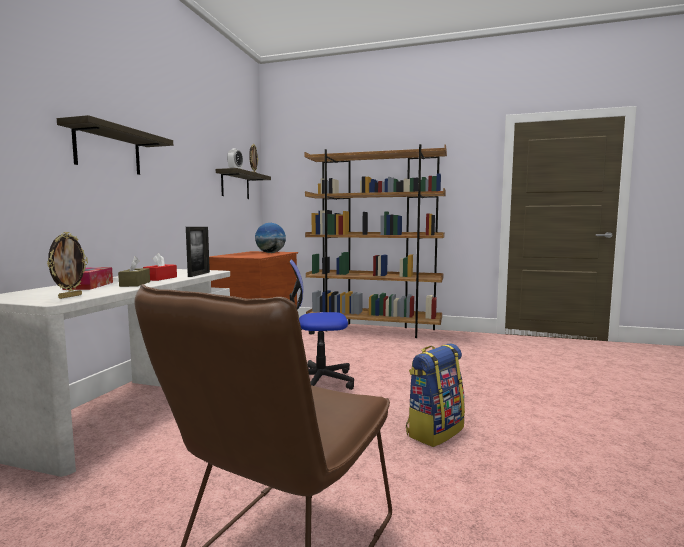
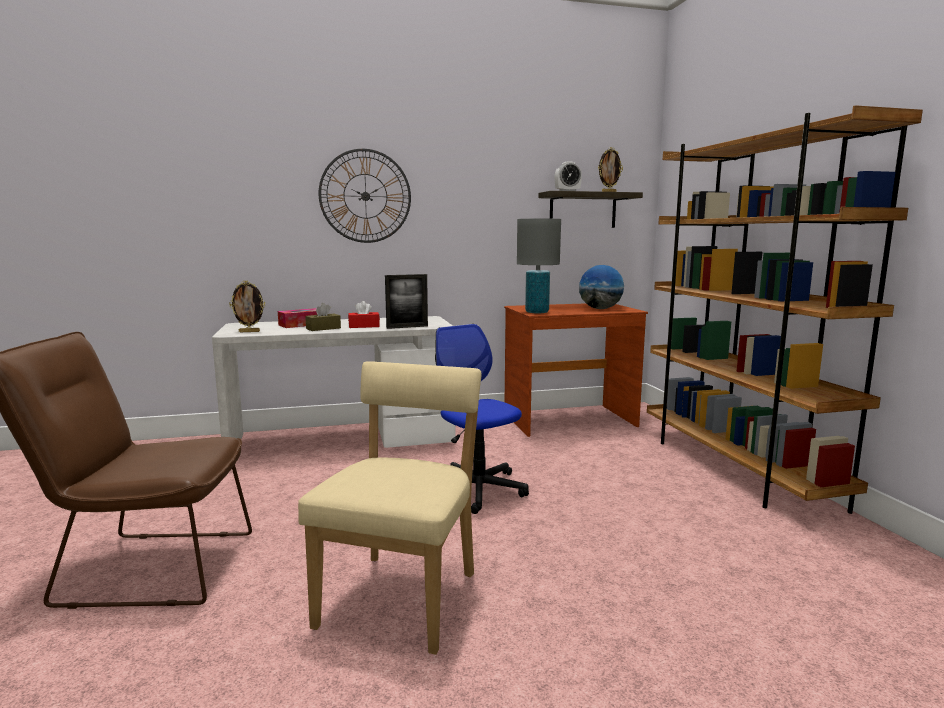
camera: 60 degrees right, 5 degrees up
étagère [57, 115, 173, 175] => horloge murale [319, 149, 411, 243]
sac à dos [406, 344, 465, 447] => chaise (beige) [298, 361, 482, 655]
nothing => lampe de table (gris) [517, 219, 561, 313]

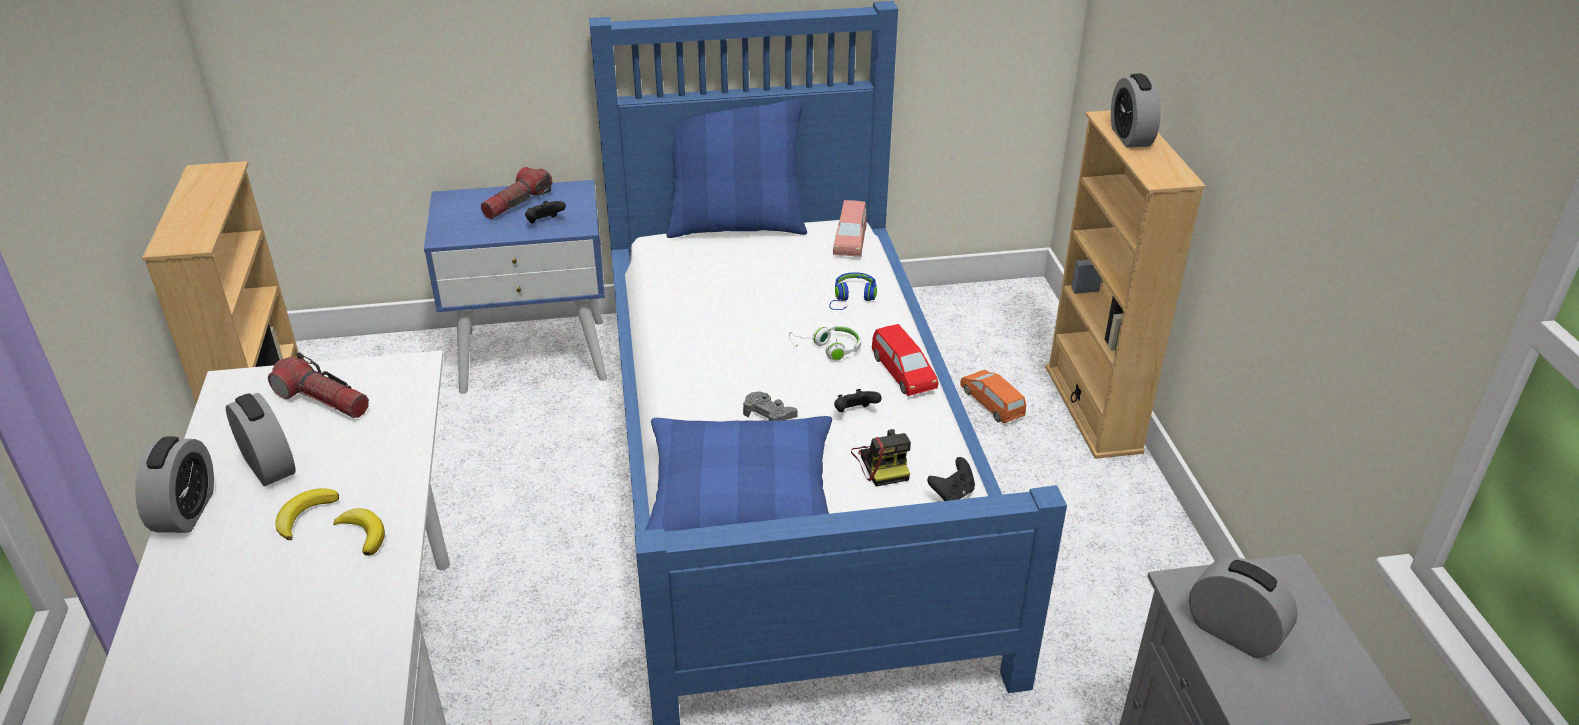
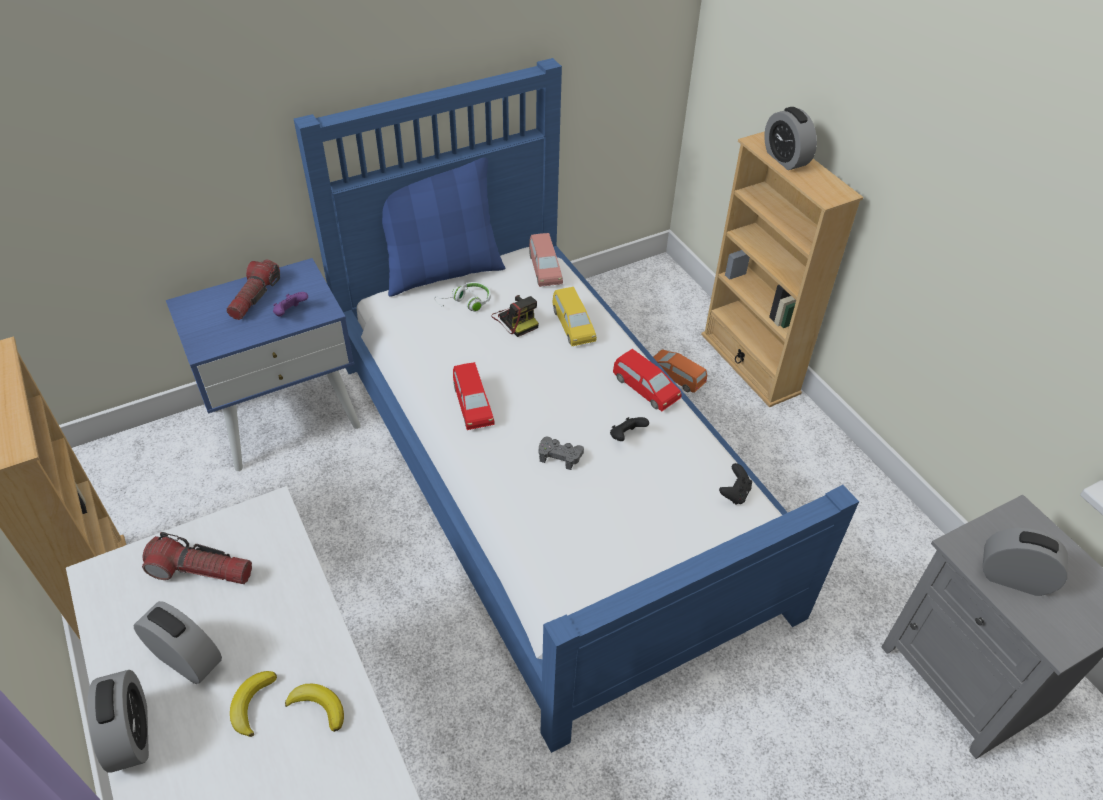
camera: 20 degrees left, 10 degrees up
manette (noir) [525, 201, 566, 223] => manette (violet) [273, 292, 308, 317]
coussin (bleu) [645, 416, 832, 532] => nothing
casque audio (blanc) [789, 325, 861, 361] => casque audio (blanc) [434, 282, 491, 312], relocated
casque audio (bleu) [829, 272, 877, 310] => petite voiture (jaune) [553, 287, 597, 346]
appareil photo [851, 429, 911, 486] => appareil photo [491, 295, 539, 337], relocated
nothing => petite voiture (rouge) [453, 362, 495, 430]

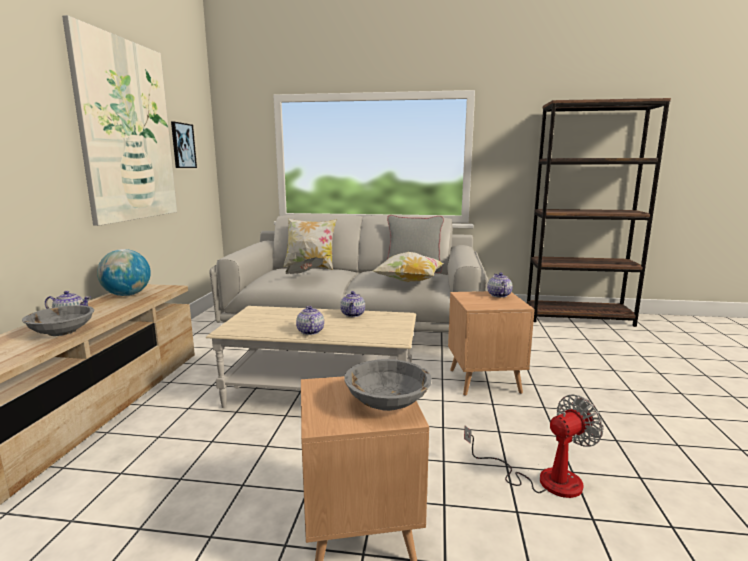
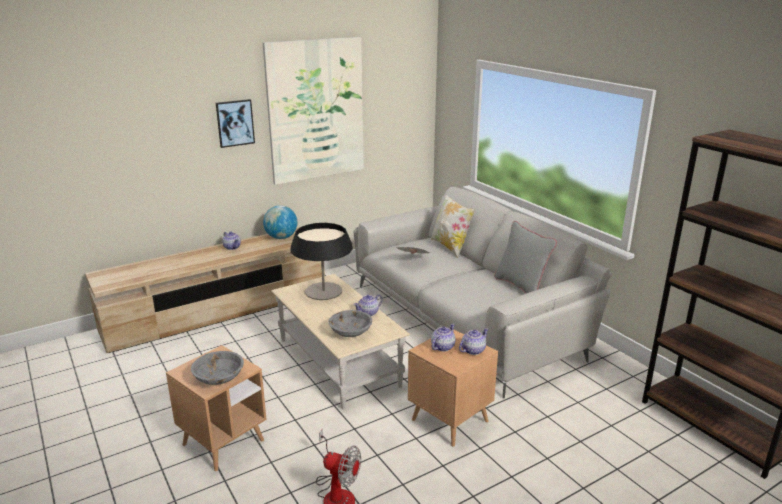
camera: 50 degrees right, 10 degrees up
bol (gris) [22, 305, 94, 336] => bol (gris) [329, 310, 372, 337], relocated
tableau [171, 122, 197, 168] => tableau [216, 99, 255, 148], relocated
théière [296, 306, 324, 335] => théière [431, 324, 456, 351], relocated
coussin [373, 252, 444, 282] => nothing
nothing => lampe de table [290, 223, 353, 300]

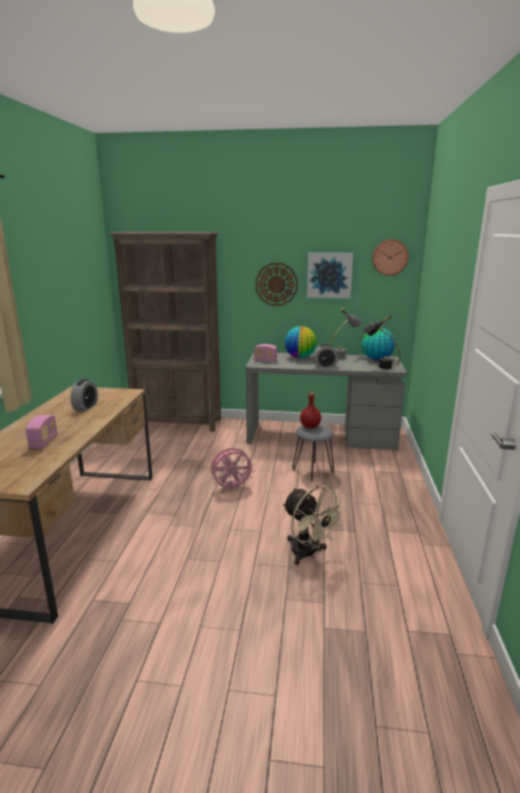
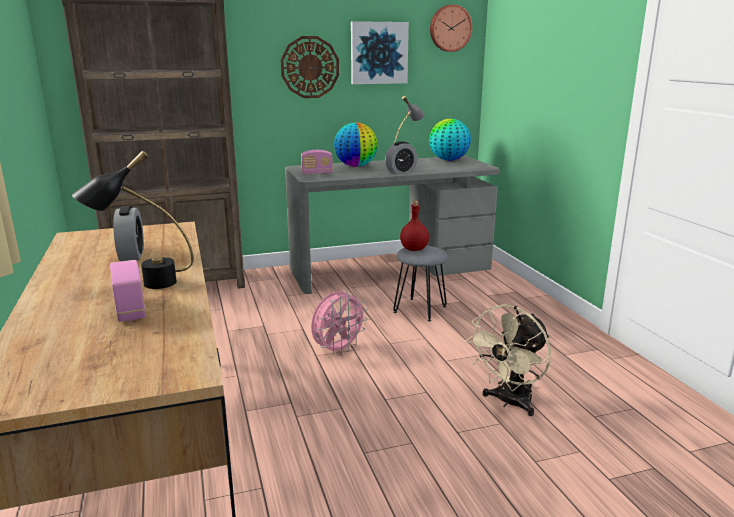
camera: 25 degrees left, 0 degrees up
ventilateur (beige) [283, 485, 346, 565] => ventilateur (beige) [465, 304, 551, 416], 105 degrees clockwise
lampe de table (noir) [362, 315, 400, 369] => lampe de table (noir) [72, 151, 194, 289], relocated

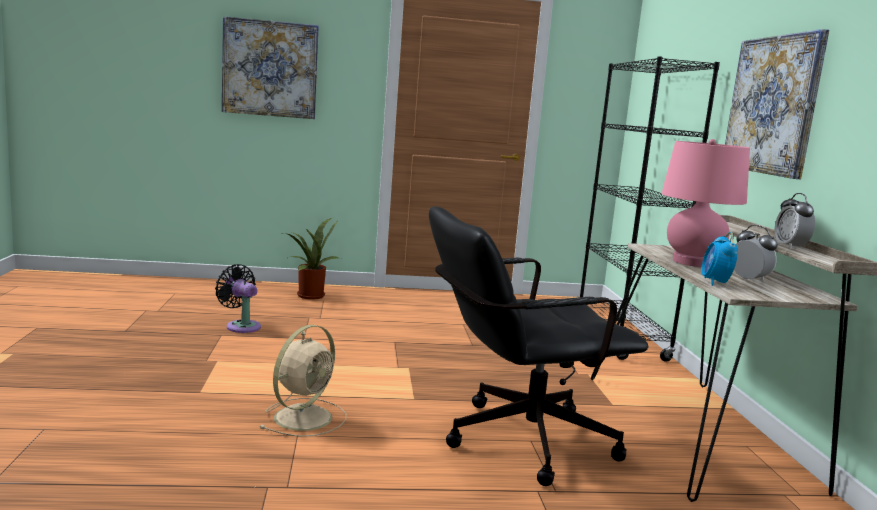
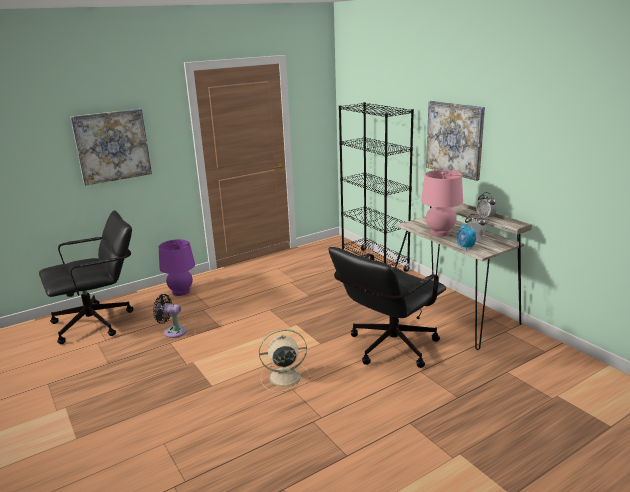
camera: 25 degrees left, 10 degrees up
ventilateur (beige) [259, 325, 346, 437] => ventilateur (beige) [259, 329, 311, 392], 105 degrees counterclockwise
plante en pot [283, 218, 339, 300] => lampe de table (violet) [159, 239, 195, 296]
nothing => chaise de bureau (noir) [39, 210, 133, 344]

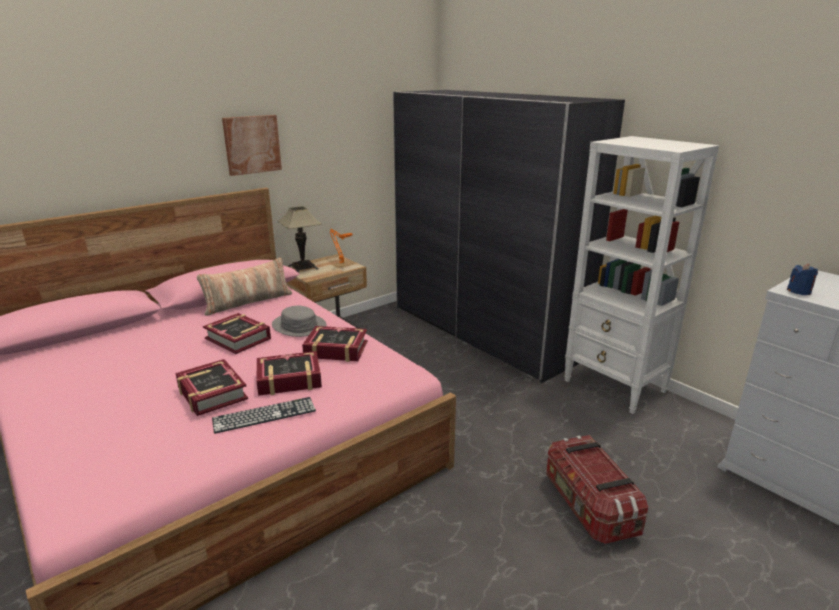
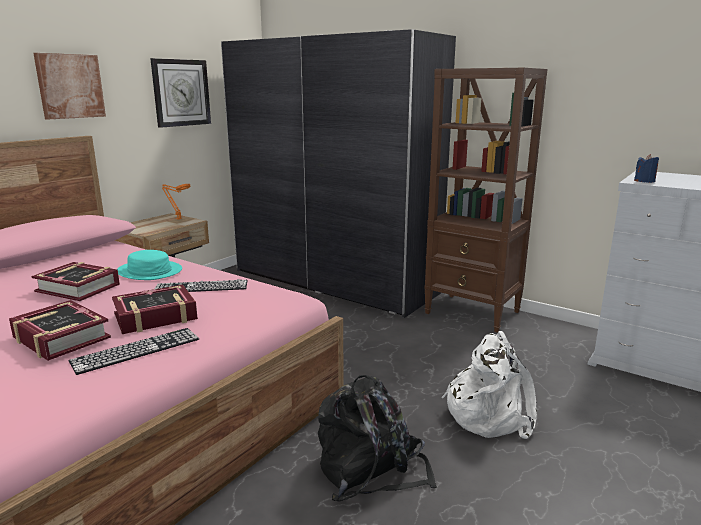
camera: 15 degrees left, 5 degrees down
coussin [197, 257, 292, 316] => nothing
chapeau (gris) [272, 306, 327, 337] => chapeau (turquoise) [117, 250, 182, 280]
lampe de table [278, 206, 322, 273] => nothing
livre [302, 326, 368, 362] => clavier [155, 279, 247, 292]
boîte de rangement [546, 435, 648, 544] => sac à dos (blanc) [441, 331, 537, 439]
bibliothèque (blanc) [564, 136, 719, 414] => bibliothèque (marron) [424, 68, 547, 333]
nothing => horloge murale [150, 58, 211, 128]
nothing => sac à dos (noir) [318, 375, 437, 502]

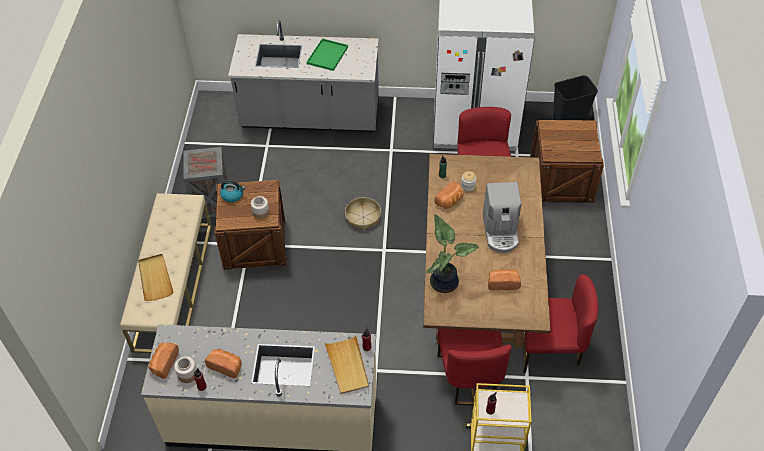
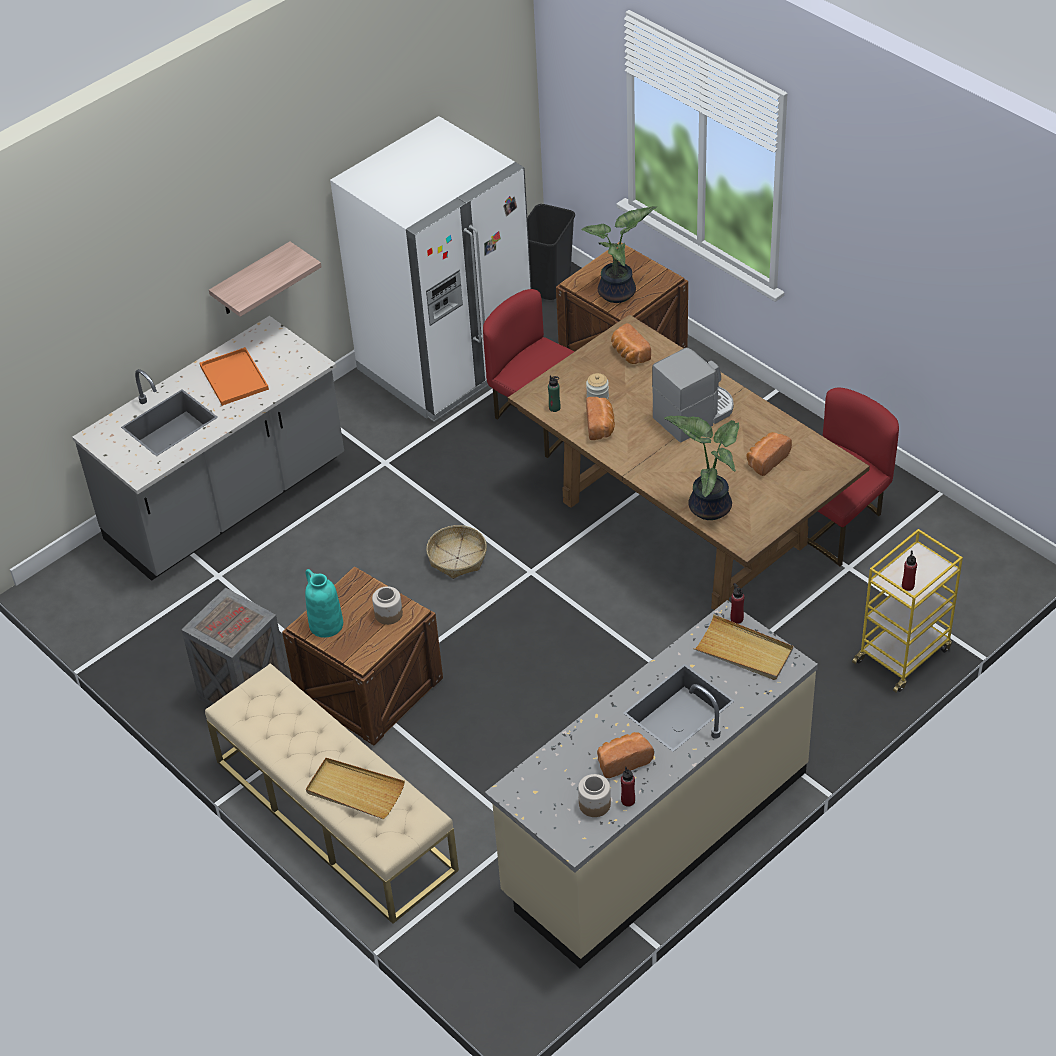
camera: 45 degrees left, 5 degrees down
pain [148, 343, 179, 379] => pain [611, 323, 651, 364], relocated
bouilloire [220, 180, 245, 203] => vase (turquoise) [305, 569, 343, 638]
plateau (vert) [307, 38, 348, 71] => plateau (orange) [200, 347, 269, 406]
chaise (rouge) [438, 328, 512, 405] => nothing
machine à café [483, 182, 521, 253] => machine à café [652, 348, 734, 443], 75 degrees counterclockwise
nothing => étagère [209, 242, 321, 317]
nothing => plante en pot [581, 206, 657, 303]

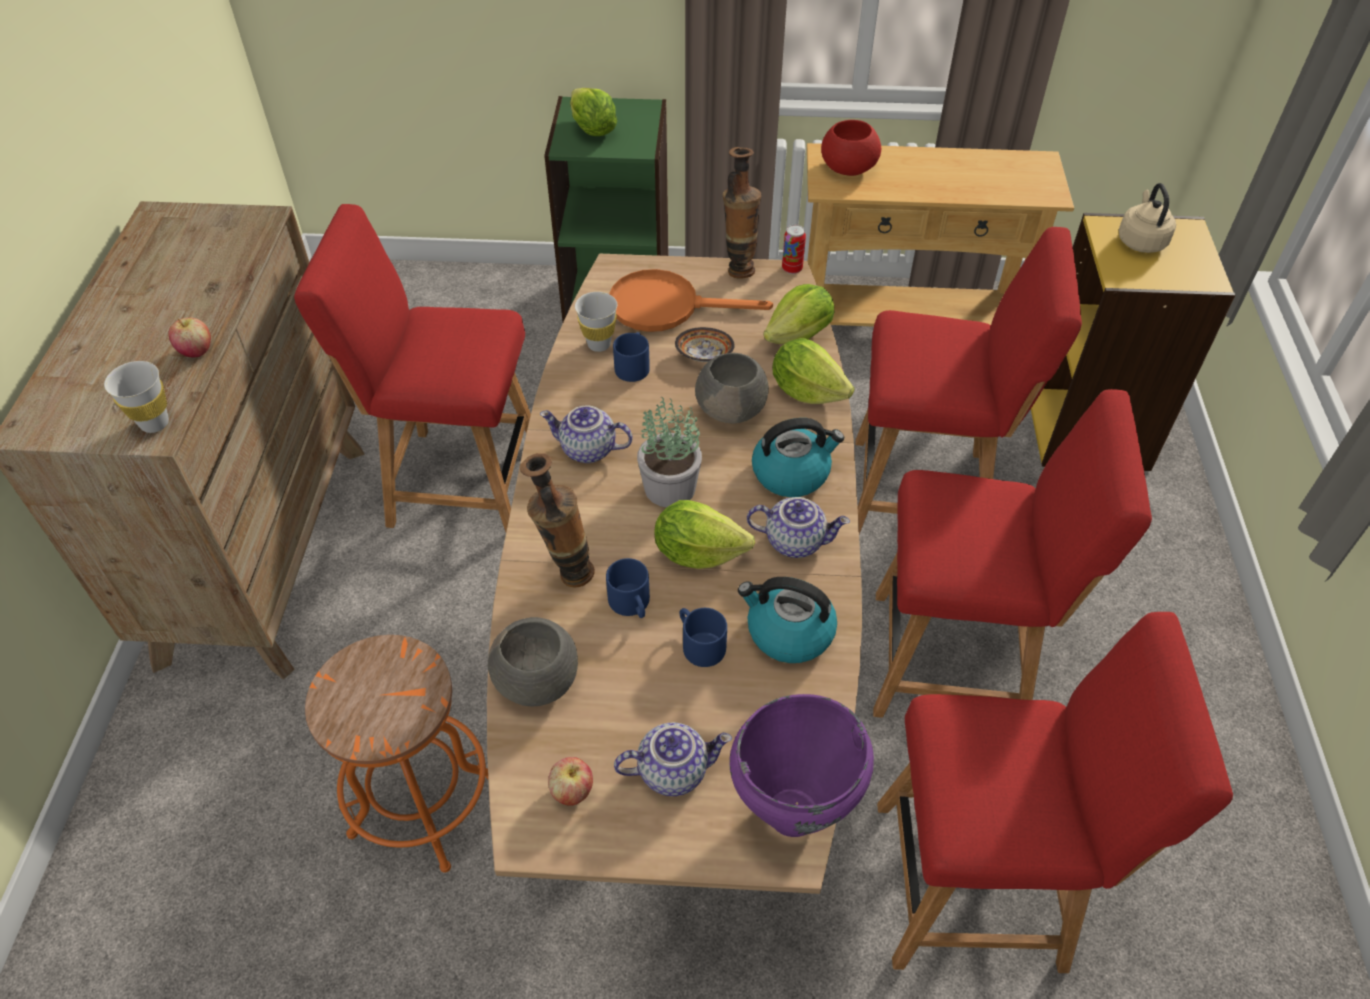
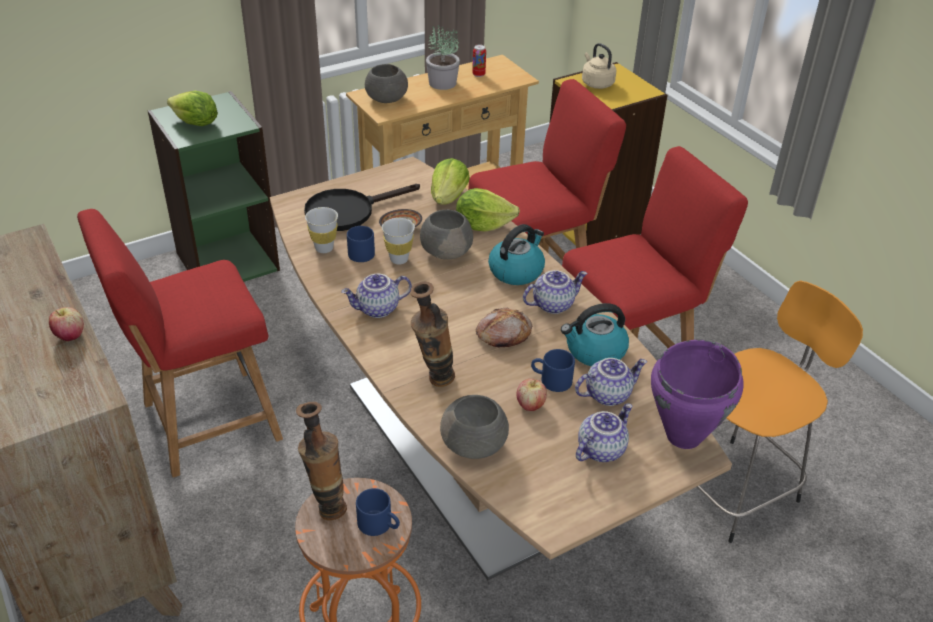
camera: 35 degrees left, 10 degrees down
tasse (blanc) [104, 361, 169, 433] => tasse (blanc) [382, 218, 415, 265], relocated
pomme [548, 757, 593, 806] => pomme [517, 379, 547, 411], relocated
mug (bleu) [606, 558, 650, 618] => mug (bleu) [356, 488, 400, 536], relocated
poêle (orange) [609, 269, 773, 332] => poêle (noir) [304, 184, 420, 231]
plante en pot [637, 397, 702, 507] => plante en pot [426, 25, 460, 90], relocated
laitue [654, 500, 755, 569] => pain [476, 307, 532, 347]
vase [722, 147, 761, 279] => vase [296, 402, 347, 521], relocated
boîte métallique [782, 225, 806, 274] => boîte métallique [472, 44, 486, 77], relocated
bol (rouge) [821, 120, 881, 176] => bol (gris) [365, 64, 408, 103]
chaise (rouge) [877, 612, 1233, 973] => tabouret (orange) [697, 281, 863, 543]
nothing => théière [575, 358, 647, 406]

